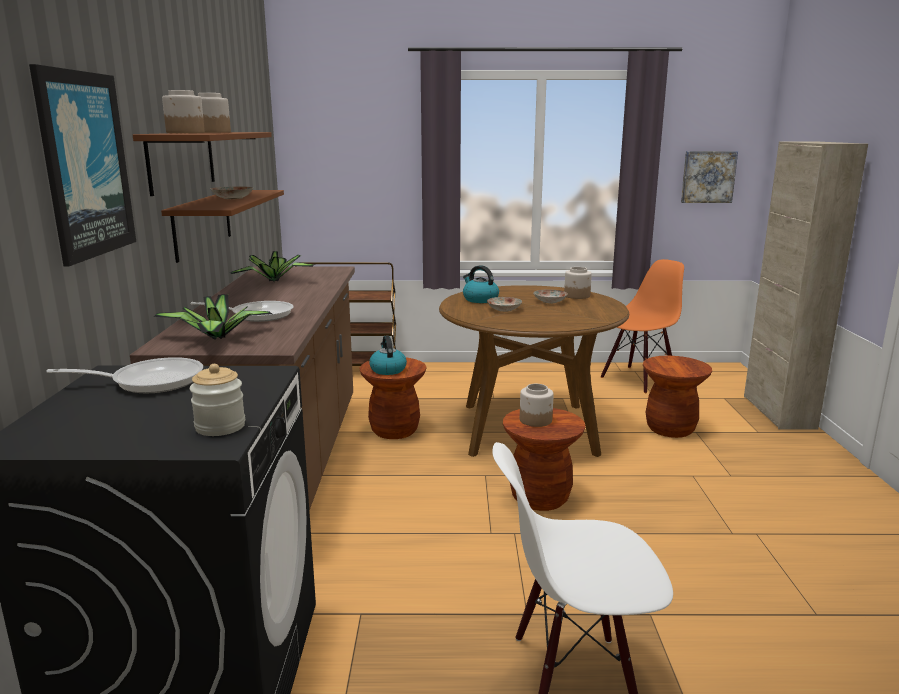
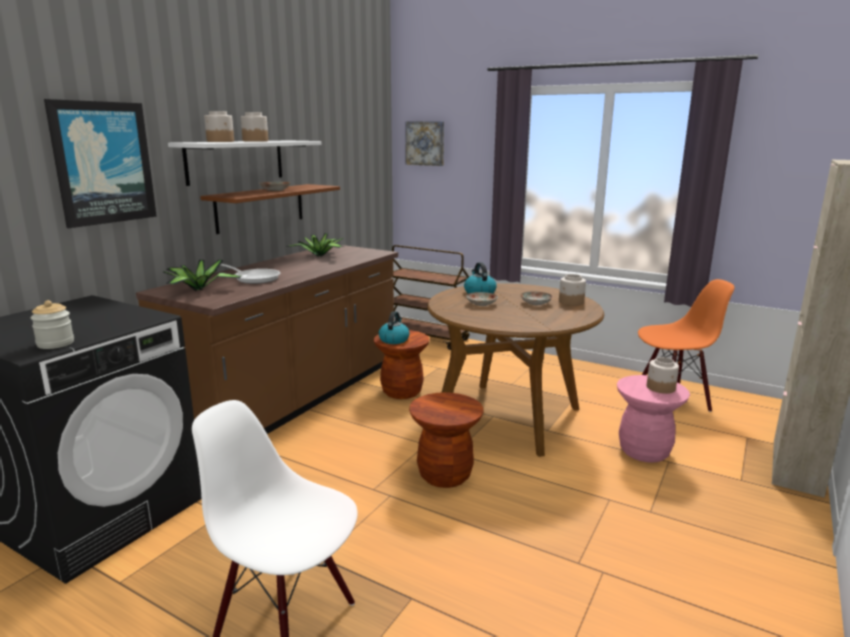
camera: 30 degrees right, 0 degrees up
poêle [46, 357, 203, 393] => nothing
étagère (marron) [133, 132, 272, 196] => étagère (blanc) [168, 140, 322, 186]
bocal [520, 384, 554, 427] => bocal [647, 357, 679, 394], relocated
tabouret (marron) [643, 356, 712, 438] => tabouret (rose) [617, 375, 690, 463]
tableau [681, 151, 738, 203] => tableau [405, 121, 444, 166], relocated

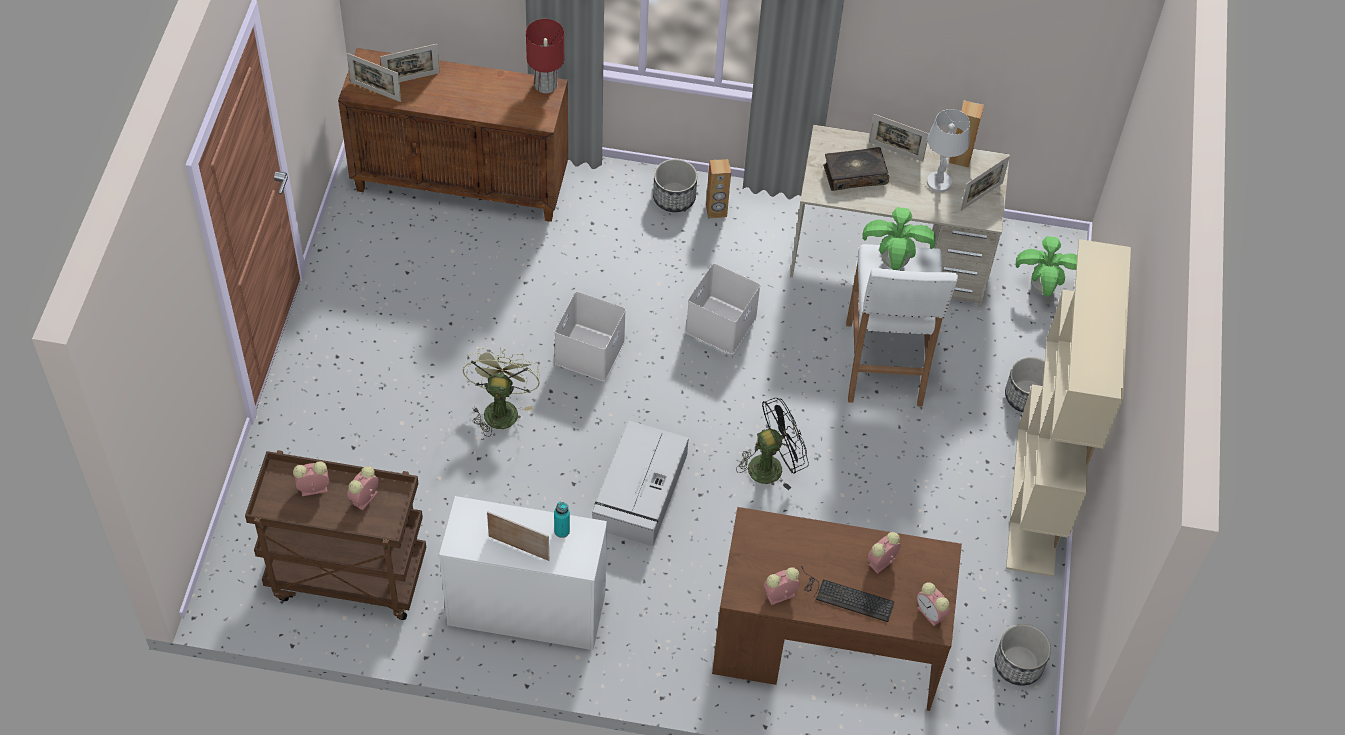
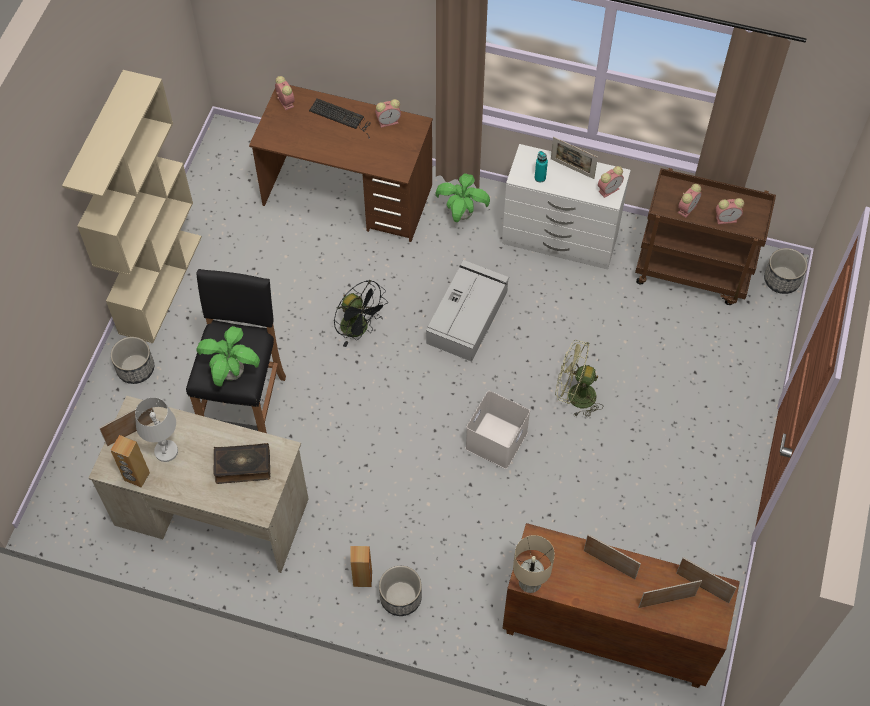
camera: 170 degrees left, 5 degrees up
ventilateur (vert) [463, 348, 540, 437] => ventilateur (vert) [555, 340, 603, 417], 90 degrees clockwise
lampe de table (rouge) [526, 19, 564, 93] => lampe de table (beige) [513, 535, 555, 593]
boîte de rangement (blanc) [686, 263, 760, 354] => nothing
ventilateur (noir) [736, 398, 809, 490] => ventilateur (noir) [334, 280, 388, 347], 120 degrees counterclockwise
tabouret (blanc) [846, 244, 958, 407] => tabouret (noir) [186, 269, 286, 433]
réveil [867, 532, 901, 574] => réveil [598, 166, 624, 198], relocated
cadre photo [869, 114, 929, 162] => cadre photo [584, 534, 641, 579], relocated
cache-pot [995, 624, 1051, 686] => cache-pot [764, 248, 807, 294], relocated
plante en pot [1016, 236, 1077, 297] => plante en pot [435, 173, 490, 222], relocated

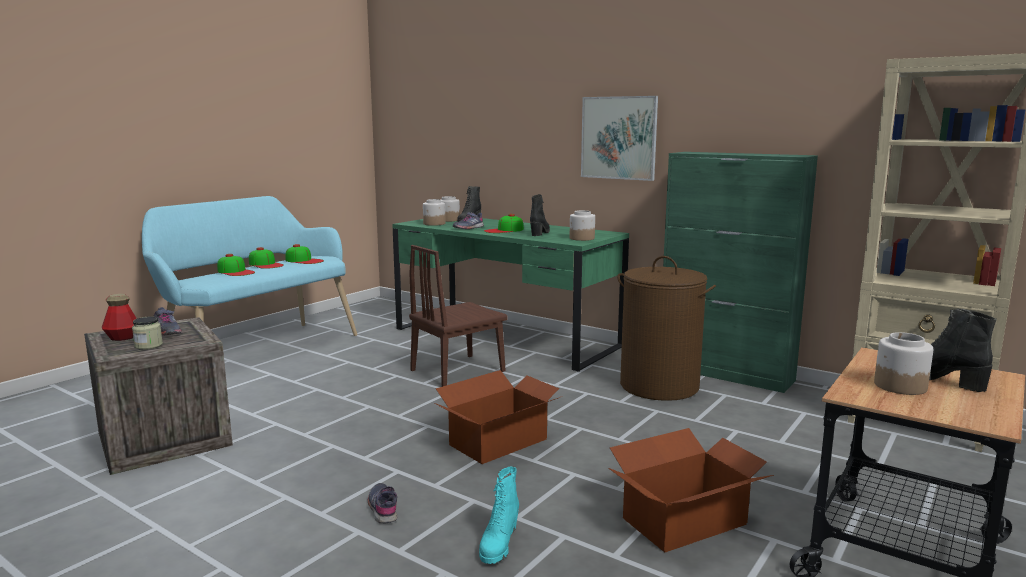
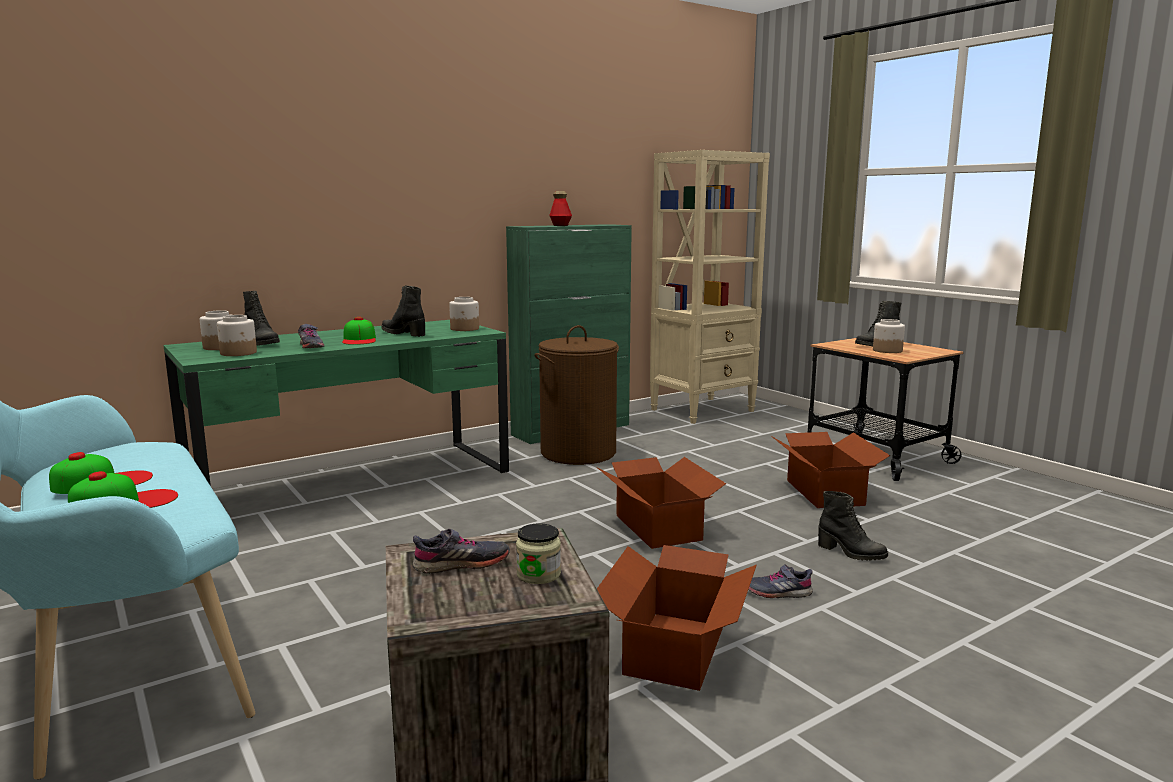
camera: 70 degrees left, 0 degrees up
bouteille [102, 294, 137, 341] => bouteille [549, 191, 572, 226], relocated
casquette [285, 244, 324, 264] => nothing
chaise (marron) [409, 245, 507, 387] => nothing
botte (turquoise) [479, 466, 519, 564] => botte (noir) [818, 491, 888, 561]
tableau [581, 96, 658, 181] => nothing
nothing => carton [597, 545, 757, 691]

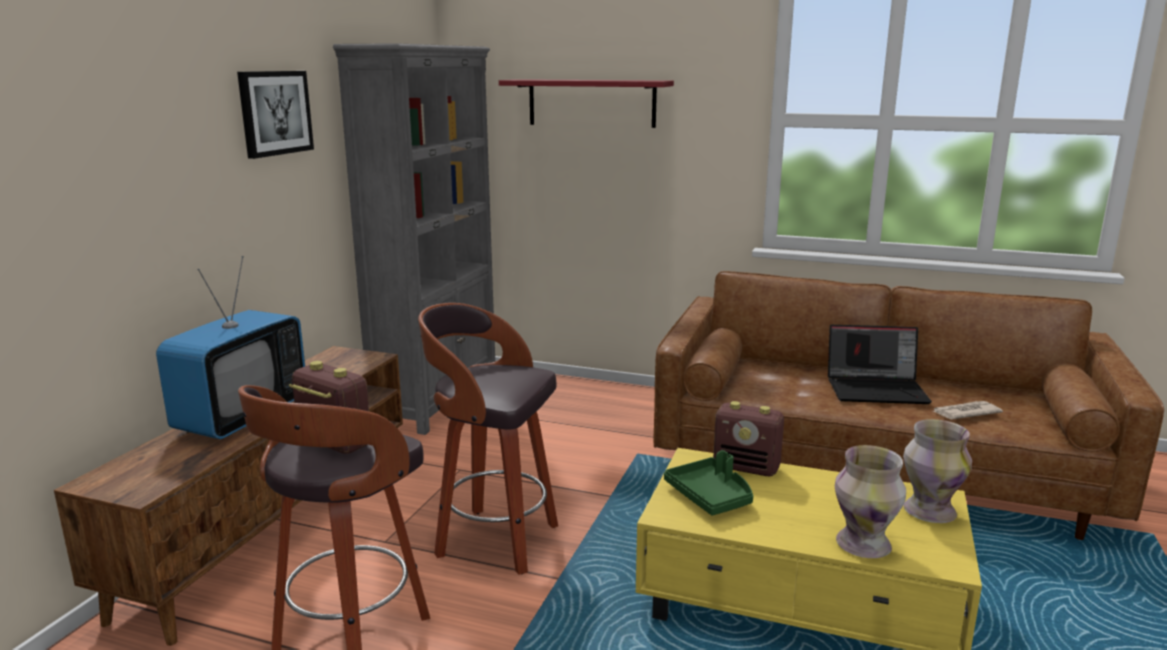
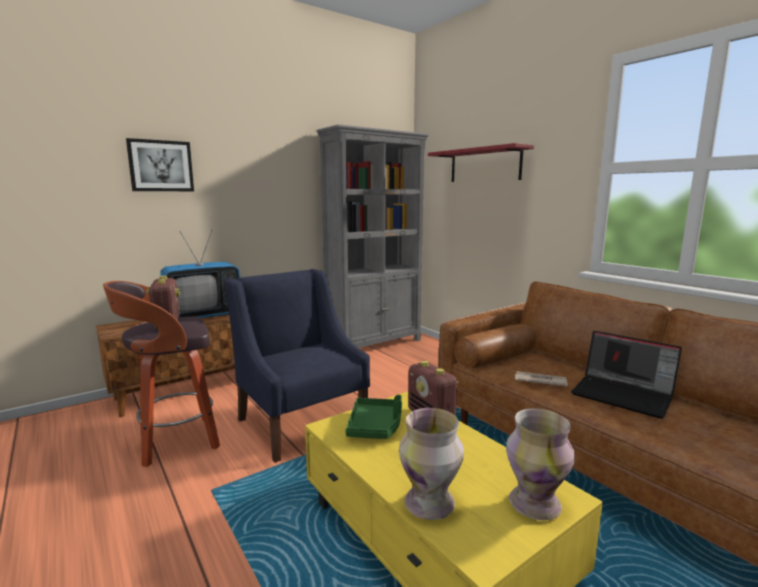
camera: 35 degrees right, 5 degrees down
tableau [237, 71, 314, 159] => tableau [126, 138, 194, 191], relocated
tabouret [418, 303, 558, 575] => fauteuil (bleu) [225, 269, 370, 463]
journal [932, 401, 1003, 419] => journal [515, 371, 568, 387], relocated

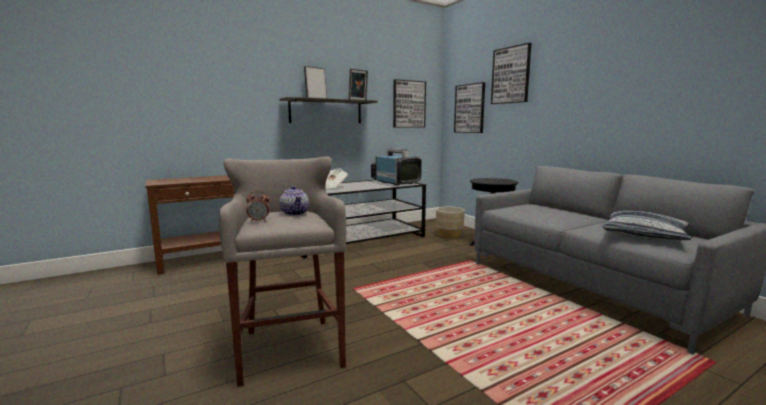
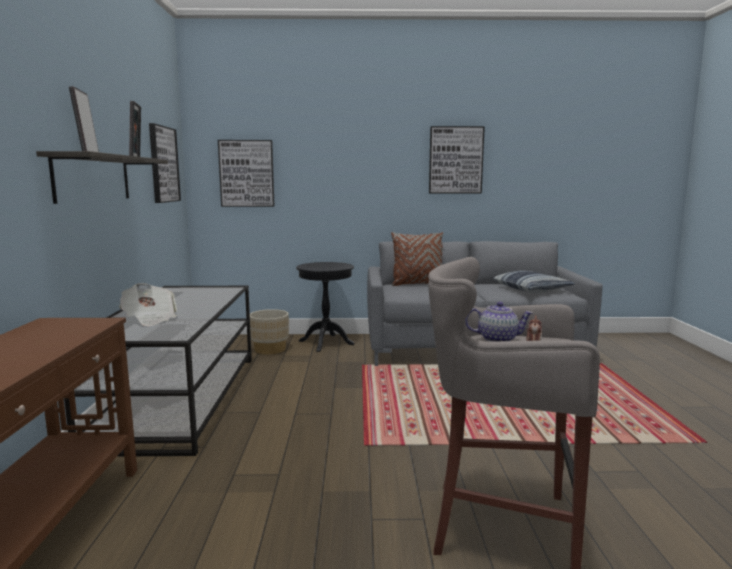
camera: 60 degrees left, 0 degrees up
téléviseur [371, 148, 421, 186] => nothing
tableau [491, 43, 531, 104] => tableau [429, 126, 485, 193], relocated
nothing => coussin (marron) [391, 232, 443, 286]

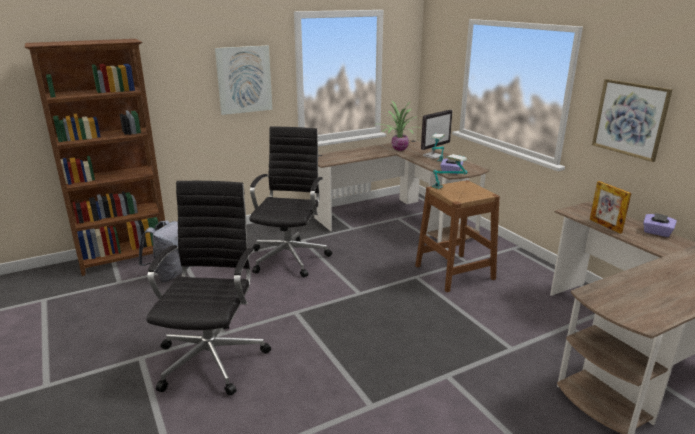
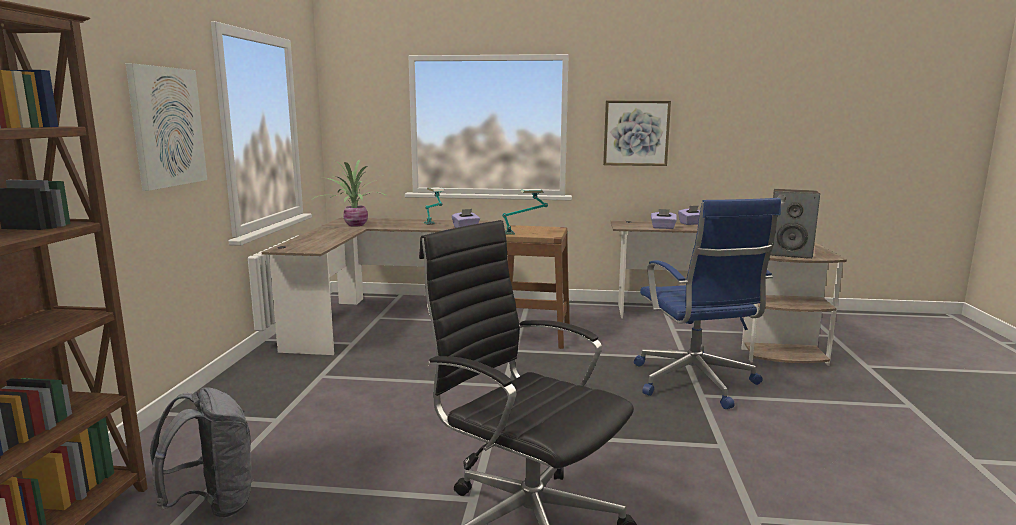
camera: 55 degrees left, 10 degrees down
chaise de bureau (noir) [249, 126, 332, 277] => nothing
écran d'ordinateur [421, 110, 452, 159] => nothing
cadre photo [590, 181, 631, 234] => boîte à mouchoirs (violet) [651, 209, 677, 229]
nothing => chaise de bureau (bleu) [634, 198, 781, 409]
nothing => enceinte [770, 189, 820, 259]

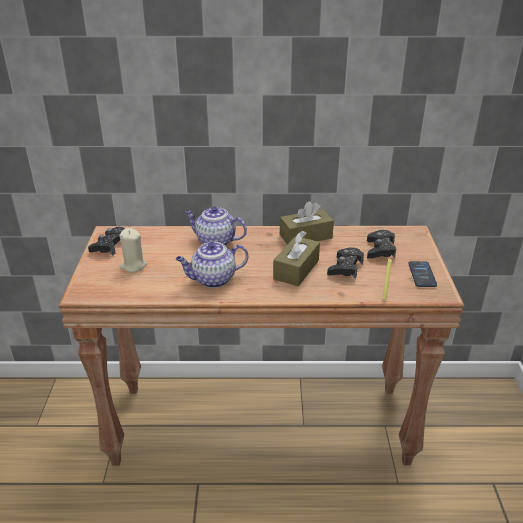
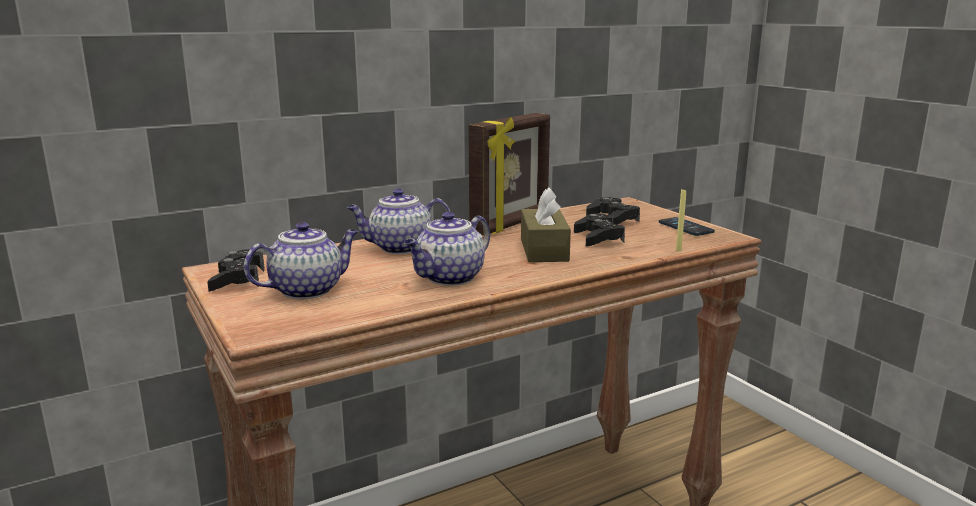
camera: 30 degrees left, 15 degrees down
bougie (beige) [119, 228, 147, 272] => théière [244, 222, 358, 300]
boîte à mouchoirs (marron) [280, 201, 334, 244] => cadre photo [468, 113, 550, 236]

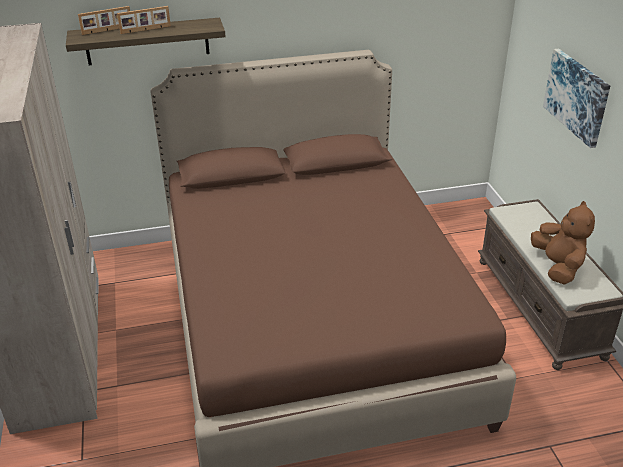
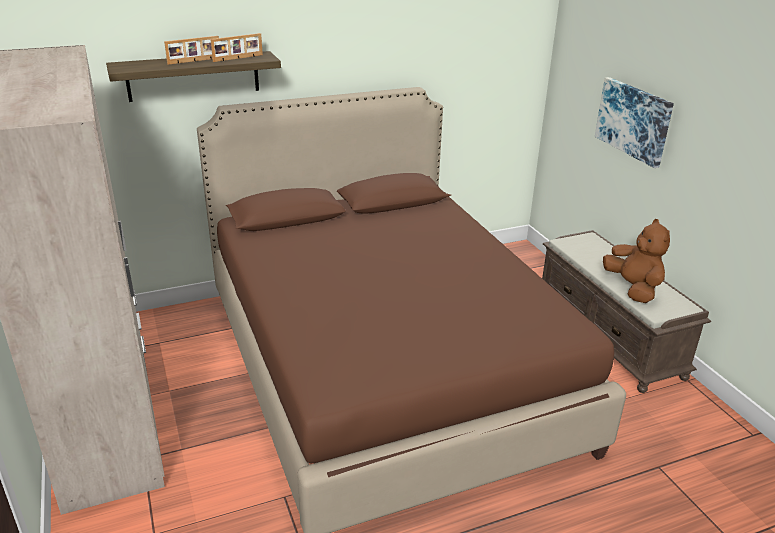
camera: 10 degrees left, 5 degrees down
cadre photo [78, 6, 130, 35] => cadre photo [210, 33, 263, 62], relocated

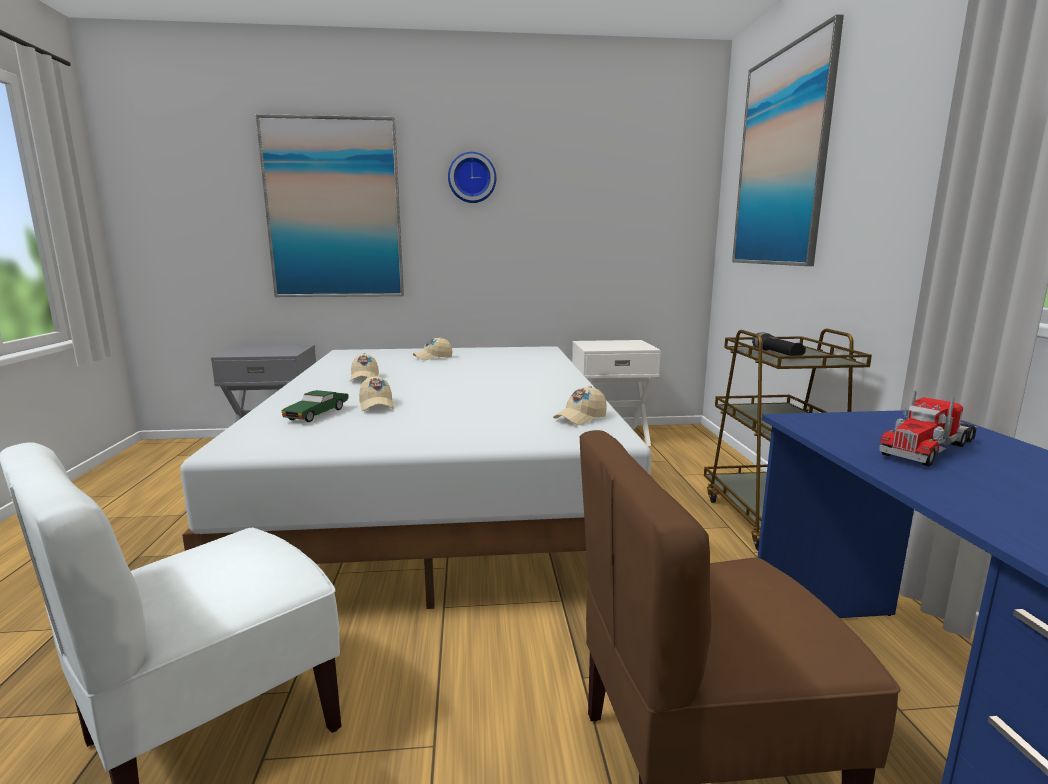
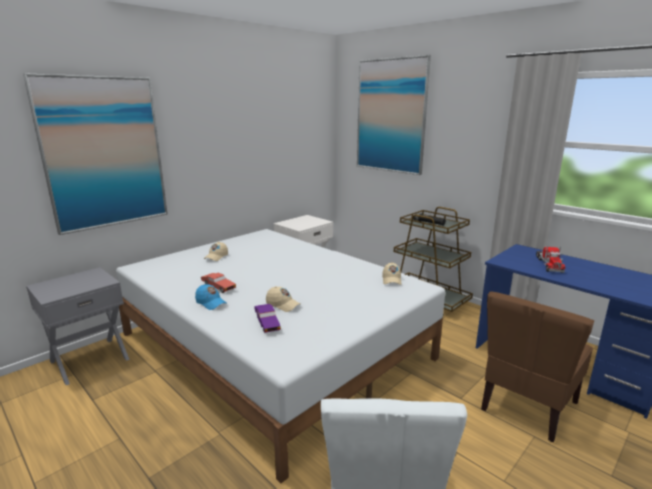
camera: 40 degrees left, 5 degrees up
petite voiture (vert) [282, 390, 349, 422] => petite voiture (violet) [254, 304, 281, 333]
casquette (beige) [350, 353, 379, 381] => petite voiture (rouge) [201, 273, 236, 293]
horloge murale [448, 152, 496, 203] => nothing
nothing => casquette (bleu) [195, 284, 226, 310]

